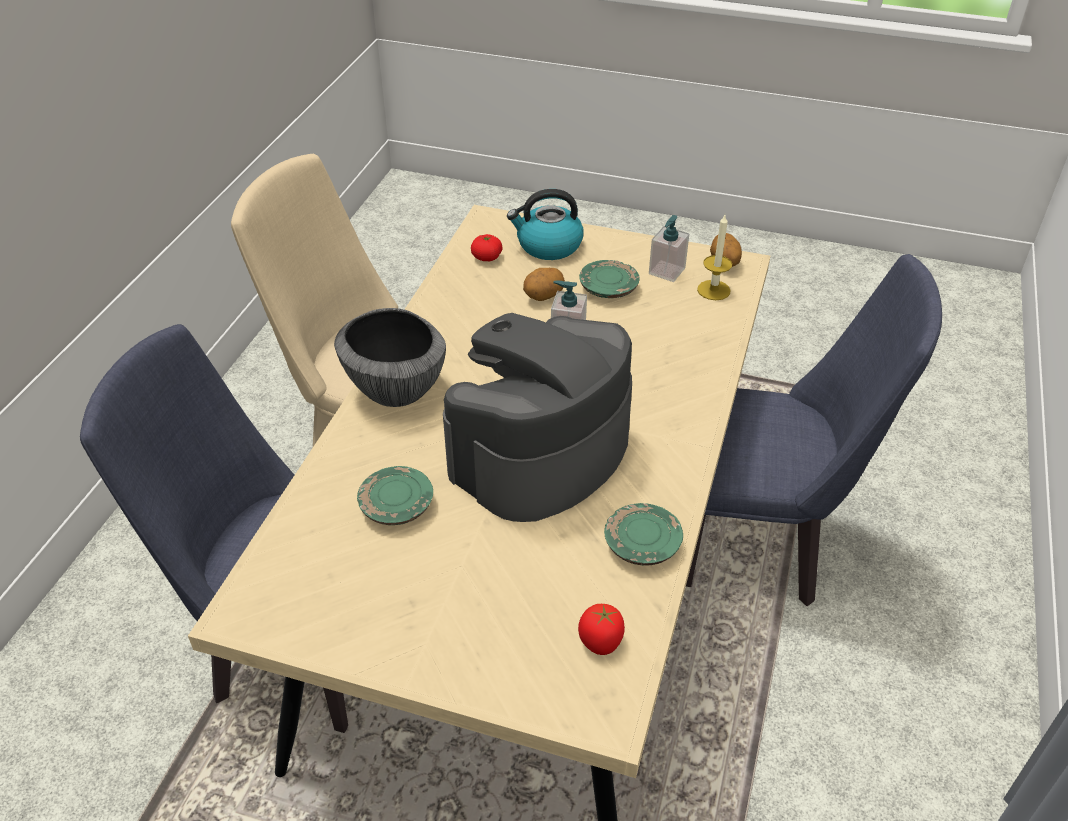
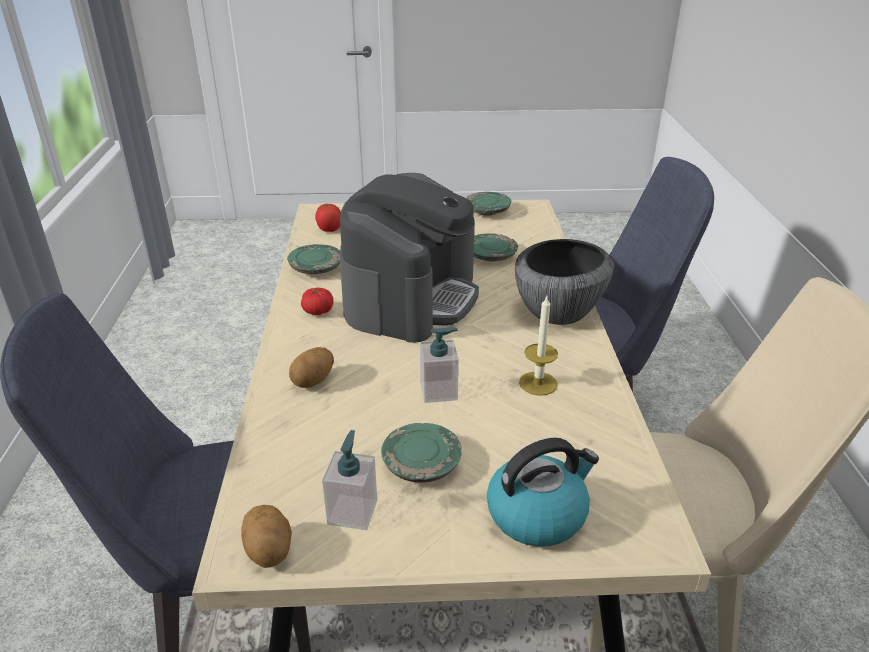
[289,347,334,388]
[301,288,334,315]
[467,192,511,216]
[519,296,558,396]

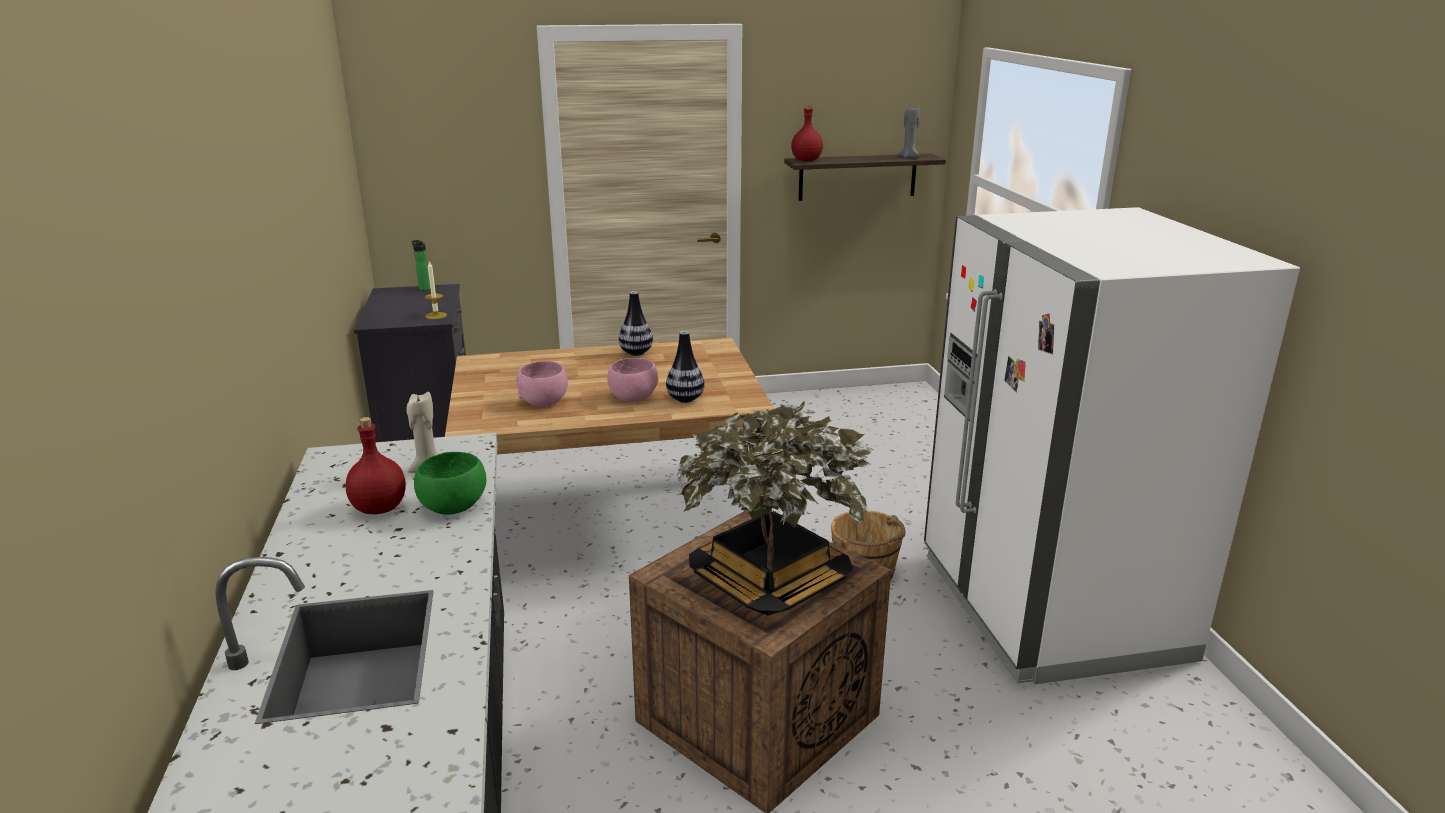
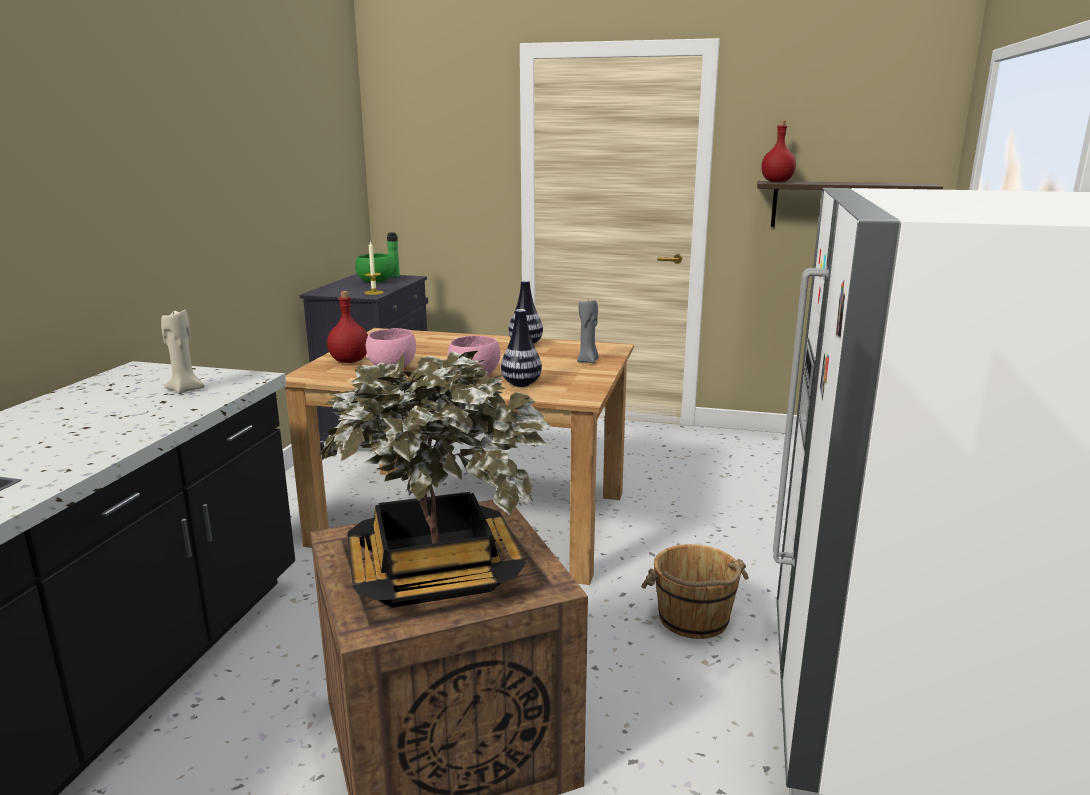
[327,291,368,363]
[355,253,394,283]
[577,297,599,363]

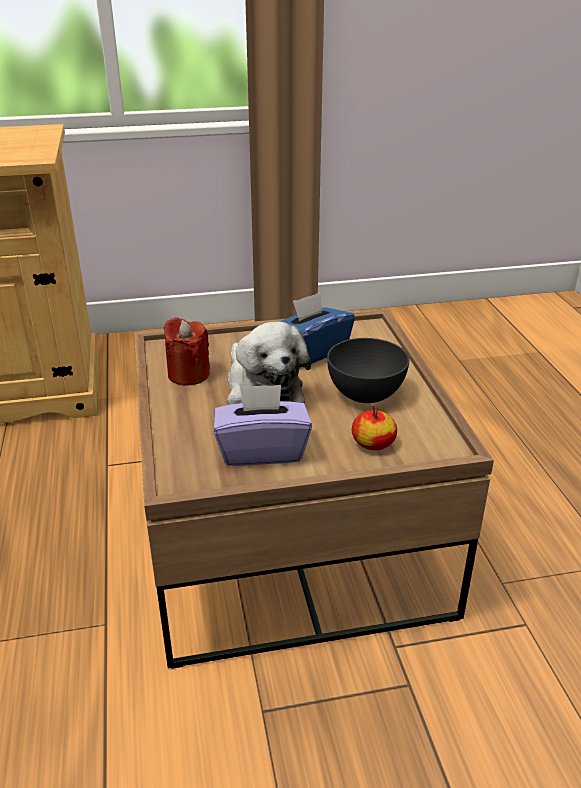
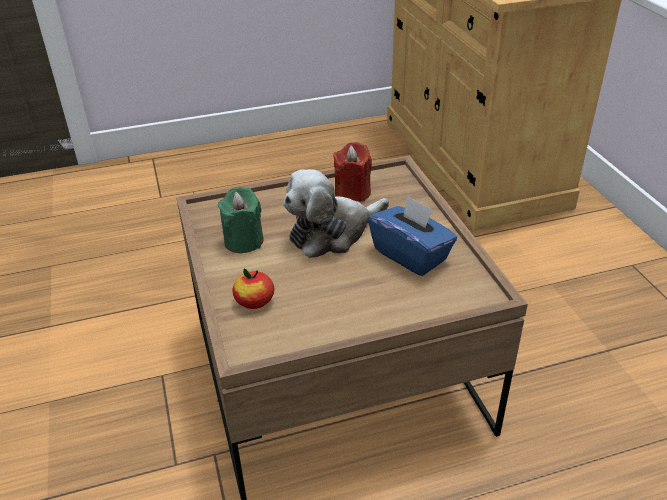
[218,186,264,253]
[327,338,409,403] (first image)

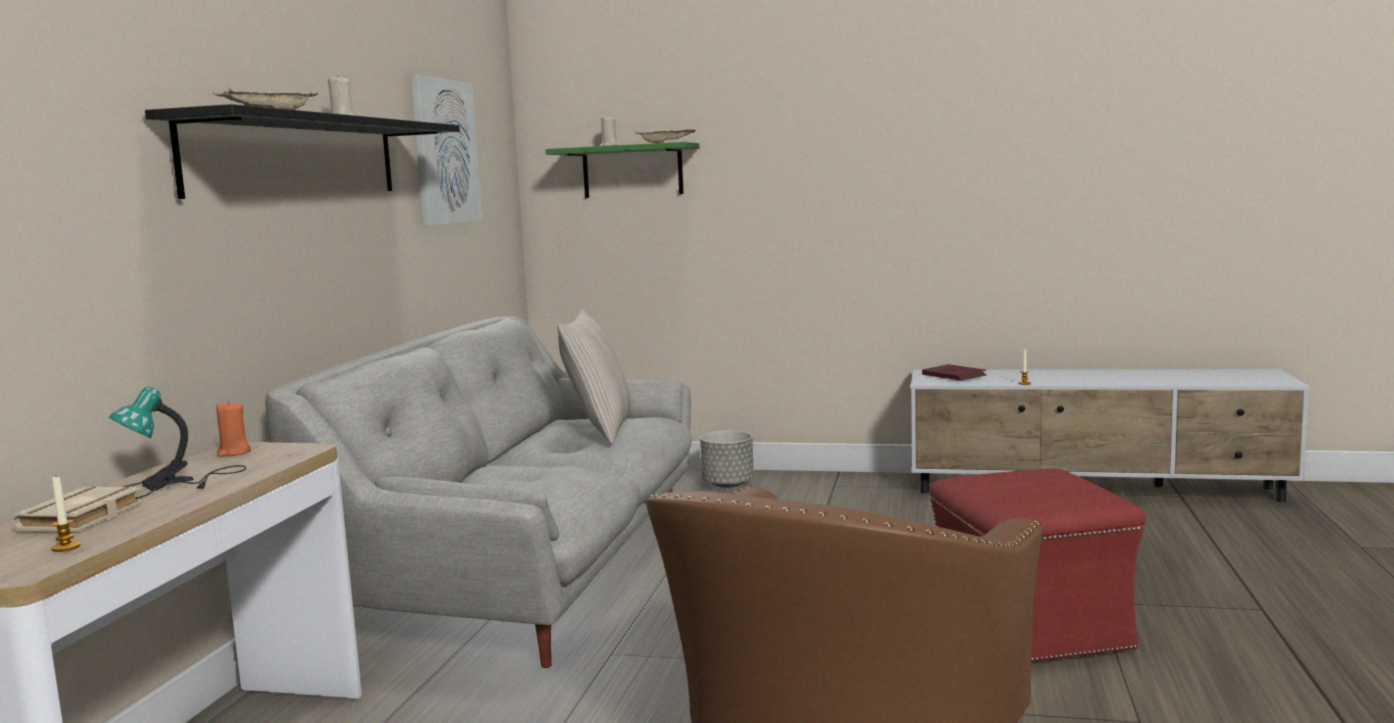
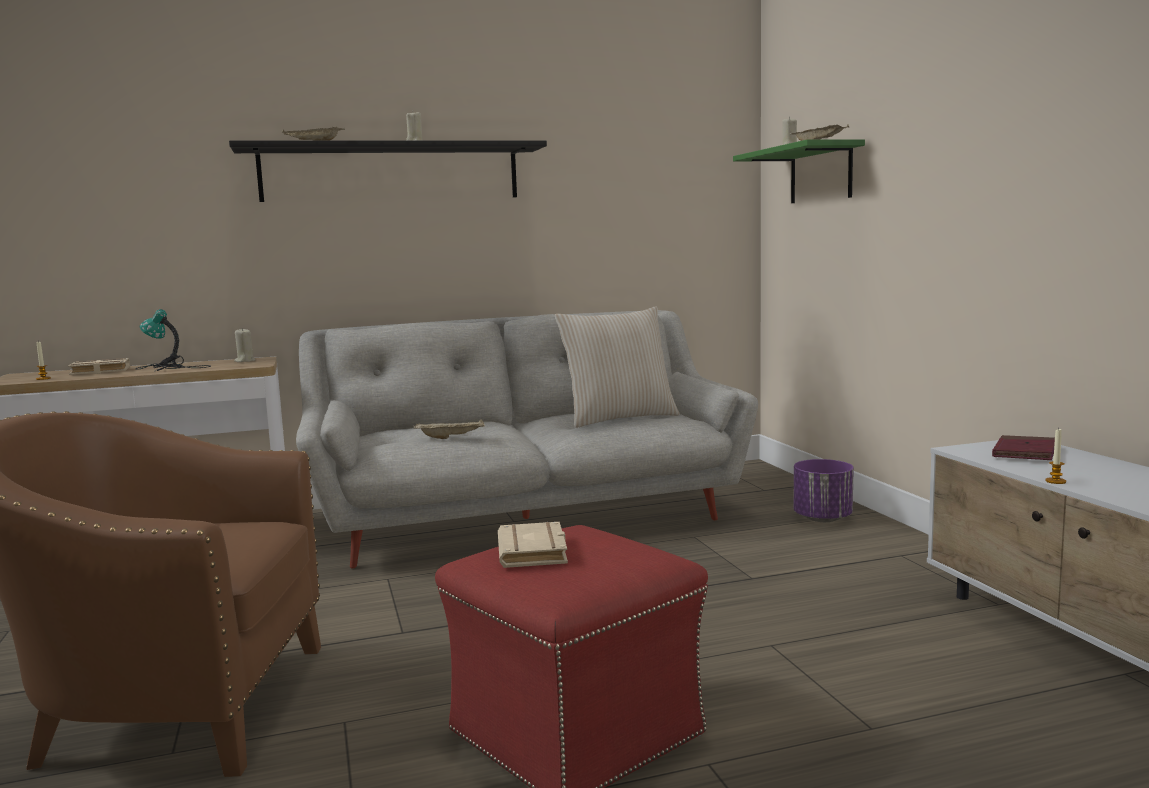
[234,328,256,362]
[414,419,485,439]
[498,522,568,568]
[794,459,854,522]
[411,74,482,226] (first image)

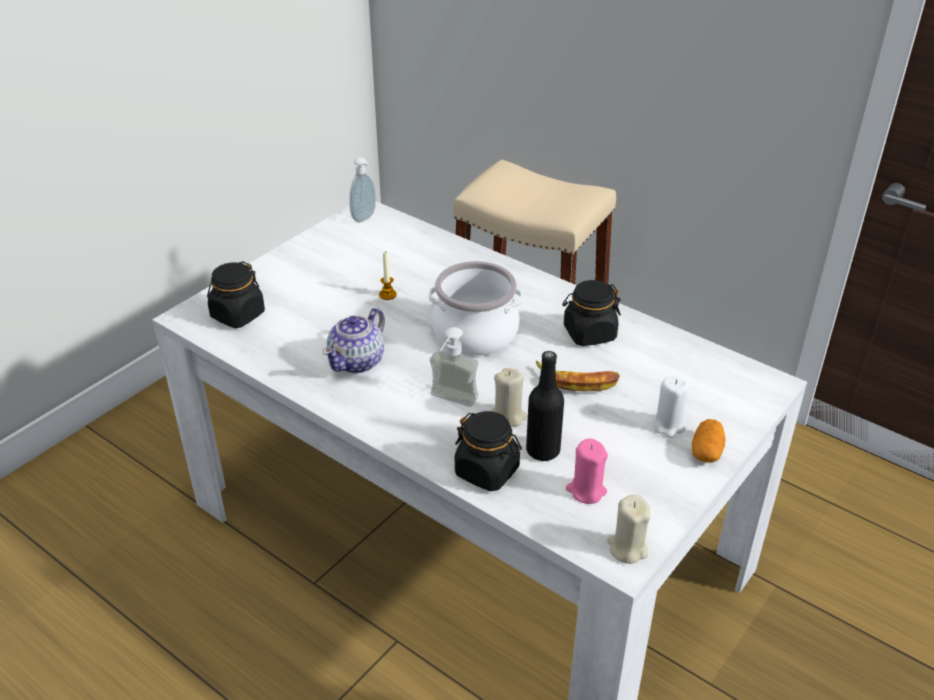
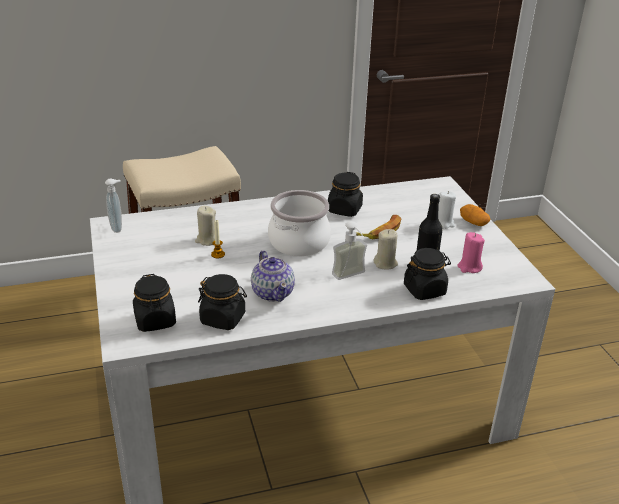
[195,206,216,246]
[198,274,247,330]

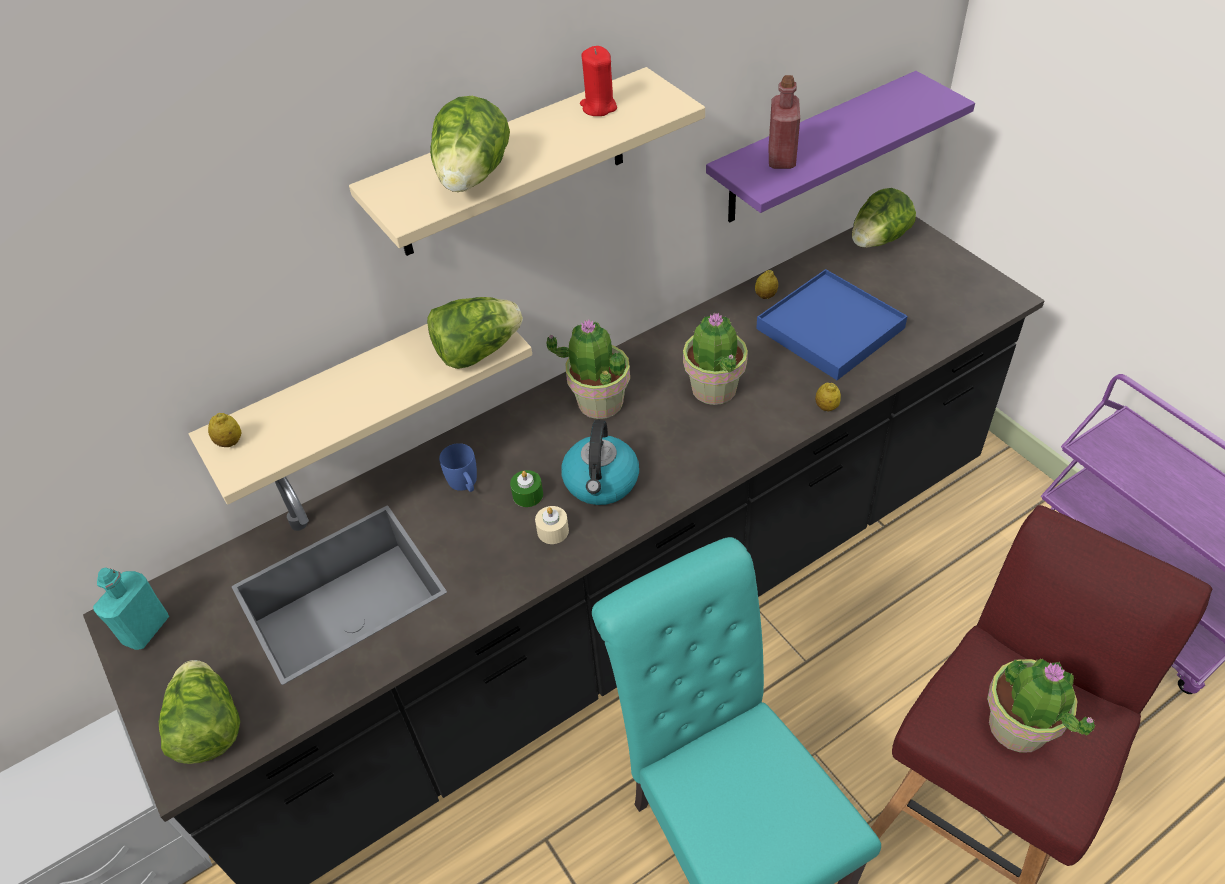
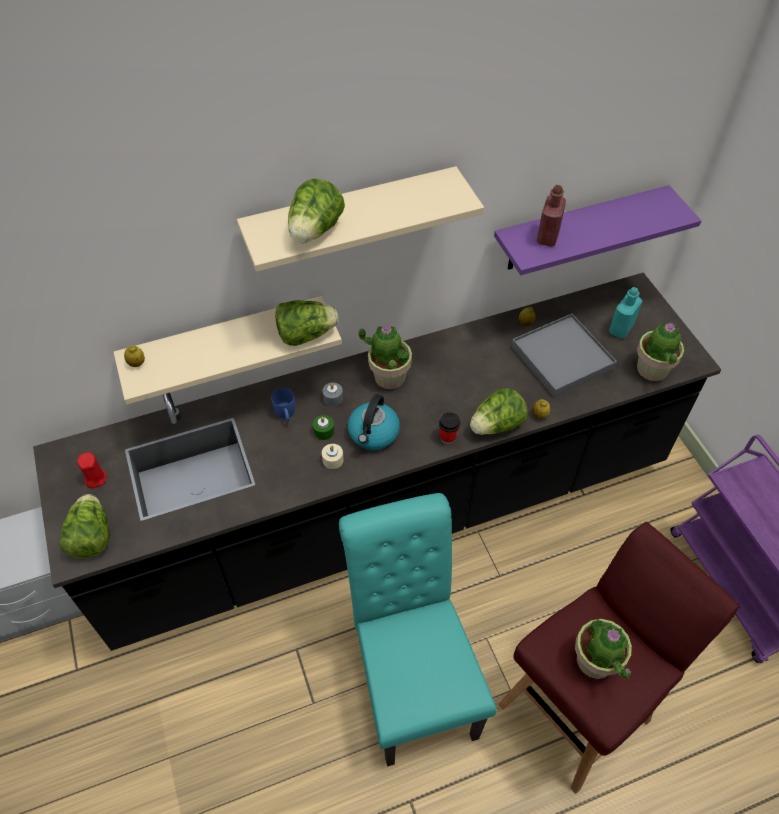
[77,452,107,488]
[322,382,343,406]
[439,412,460,444]
[470,388,528,435]
[511,314,617,397]
[609,287,643,338]
[637,323,684,381]

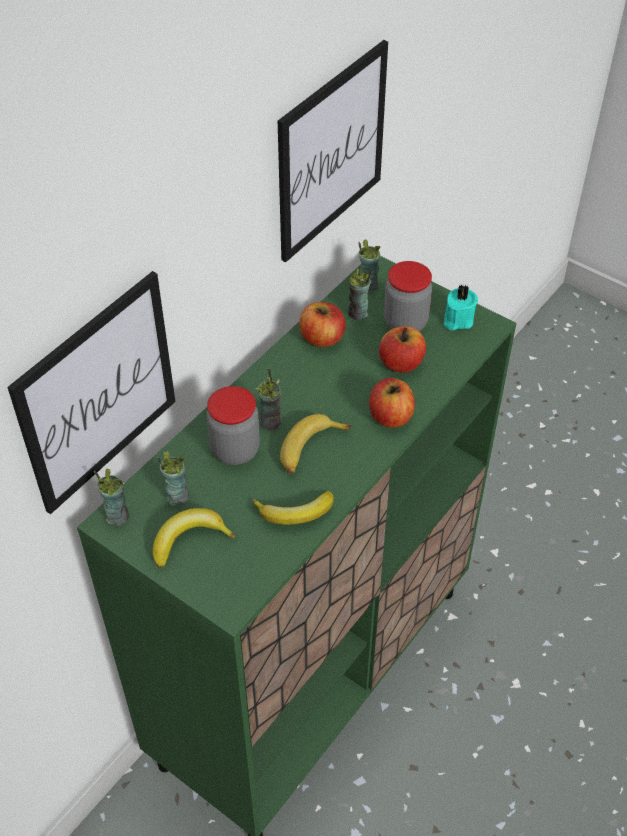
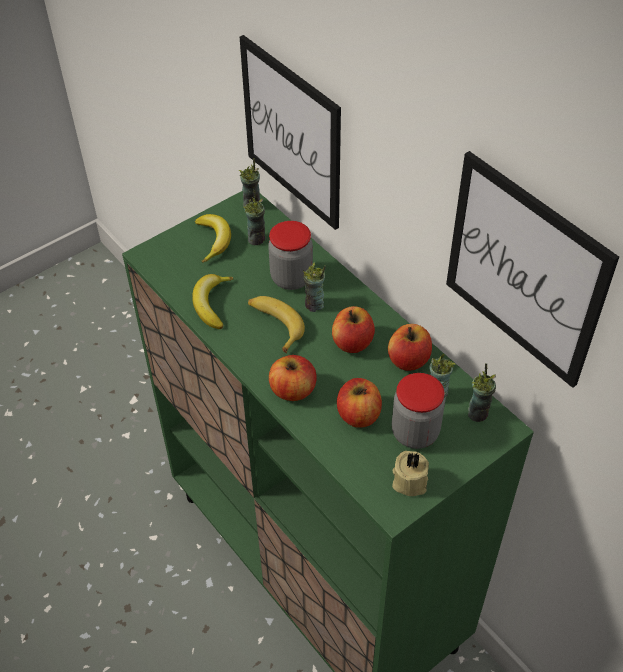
[332,306,375,353]
[392,451,429,496]

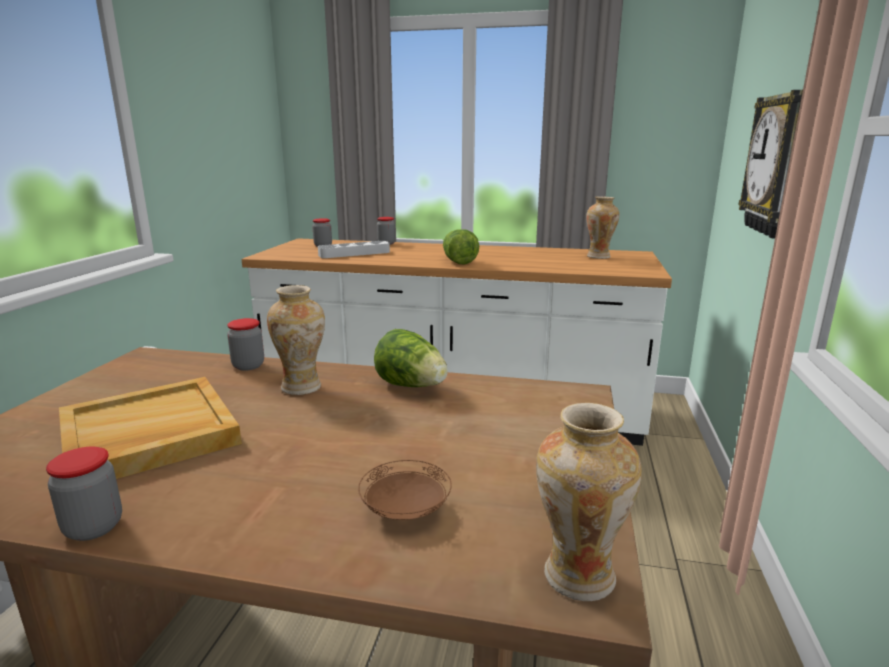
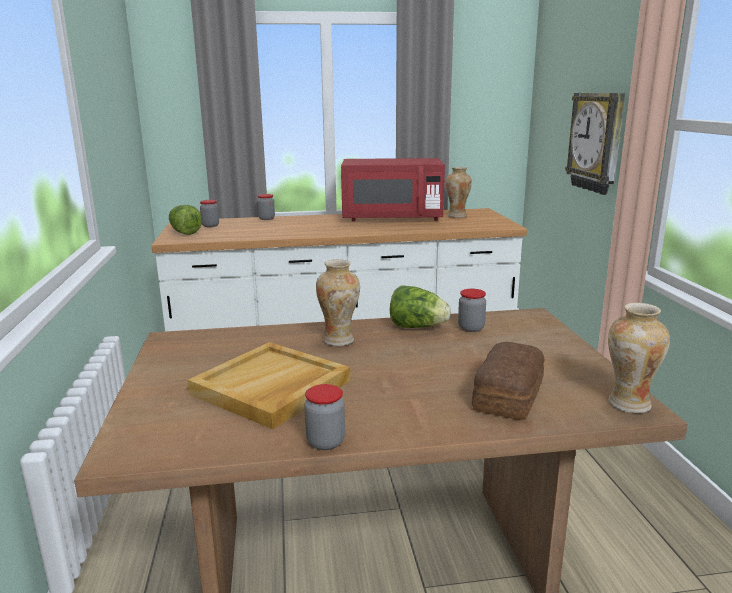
[169,205,202,235]
[341,158,445,221]
[458,289,486,332]
[472,342,545,420]
[318,241,390,258] (first image)

